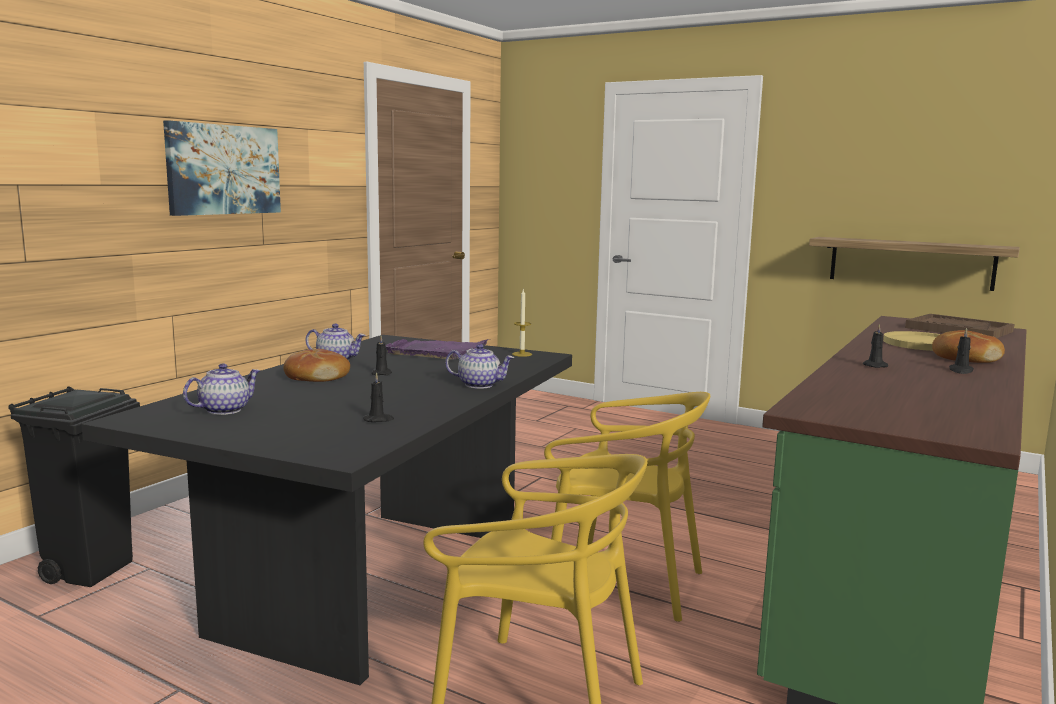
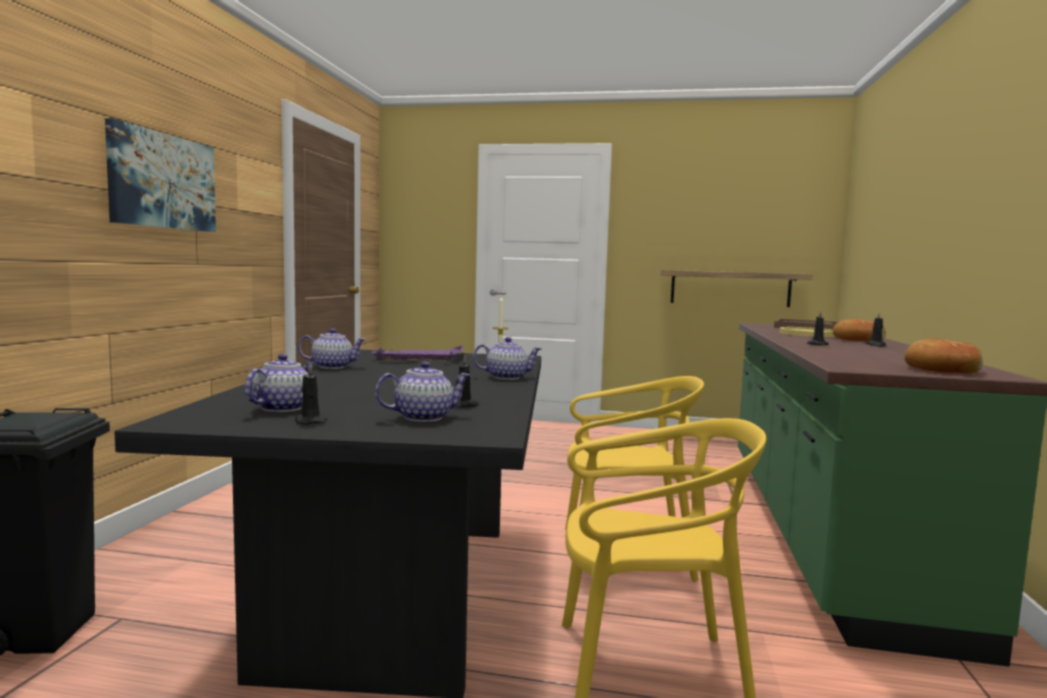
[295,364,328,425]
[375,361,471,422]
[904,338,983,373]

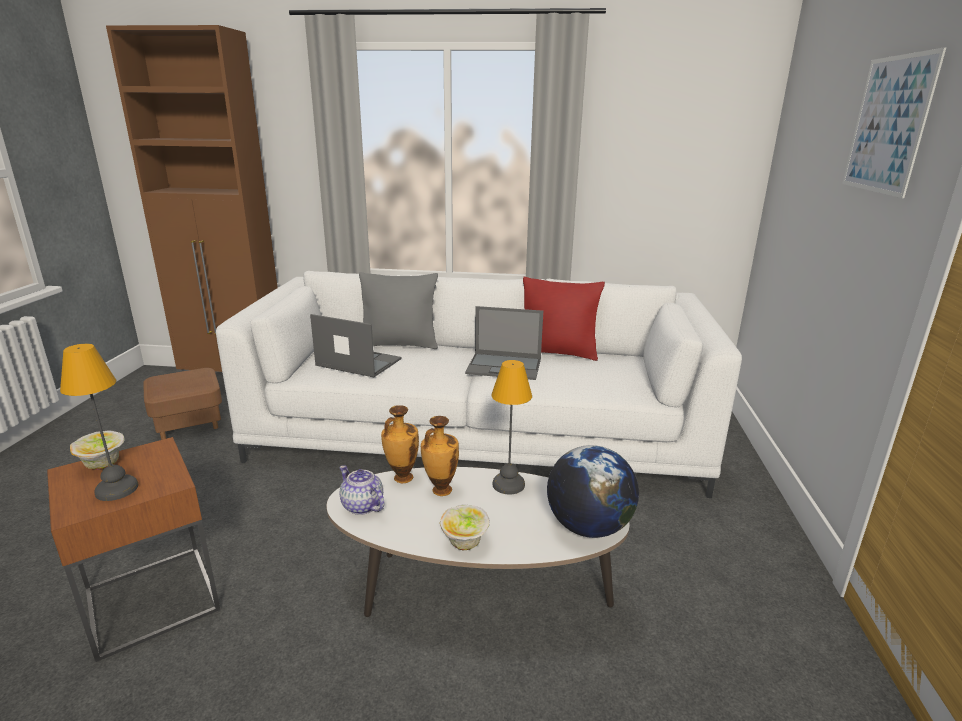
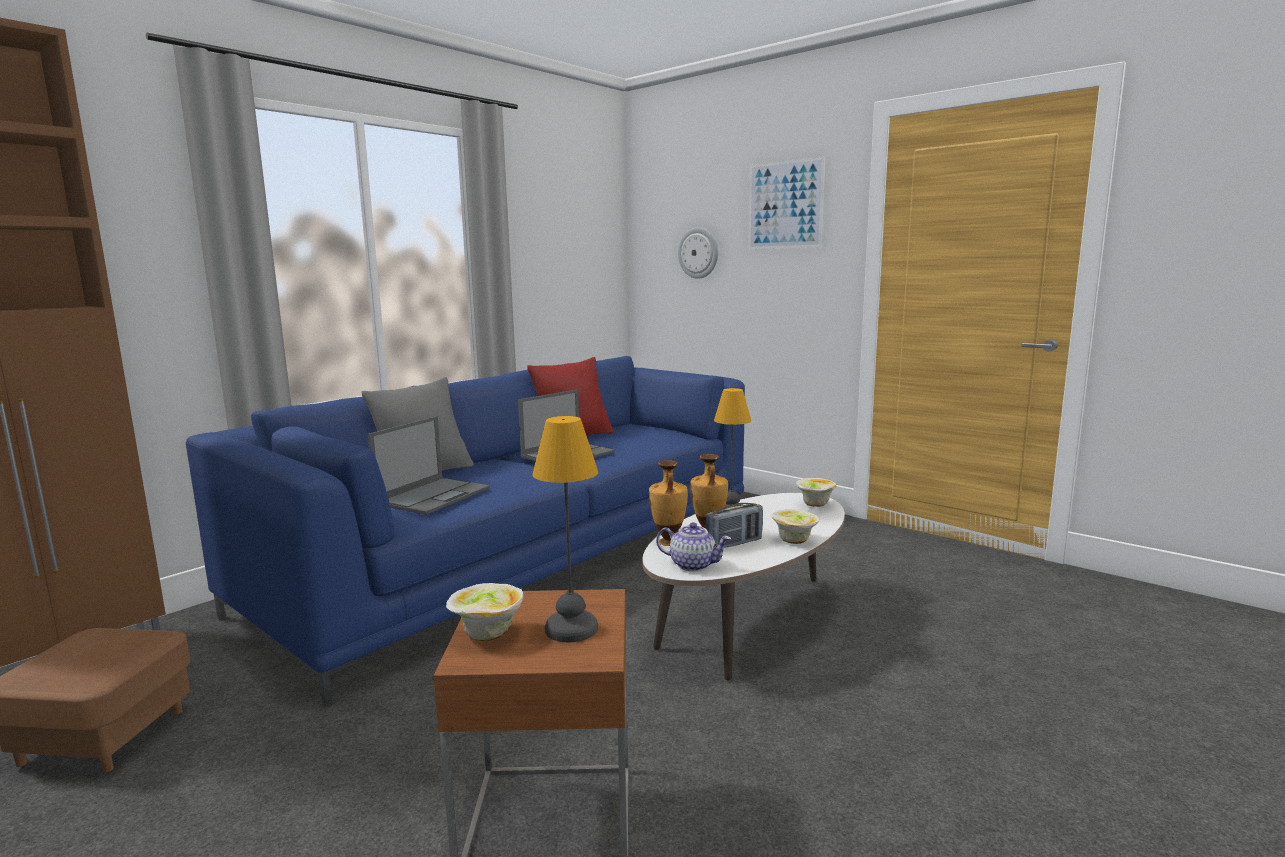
[186,356,745,706]
[368,416,490,515]
[656,522,731,571]
[678,227,718,279]
[705,503,763,548]
[796,478,837,507]

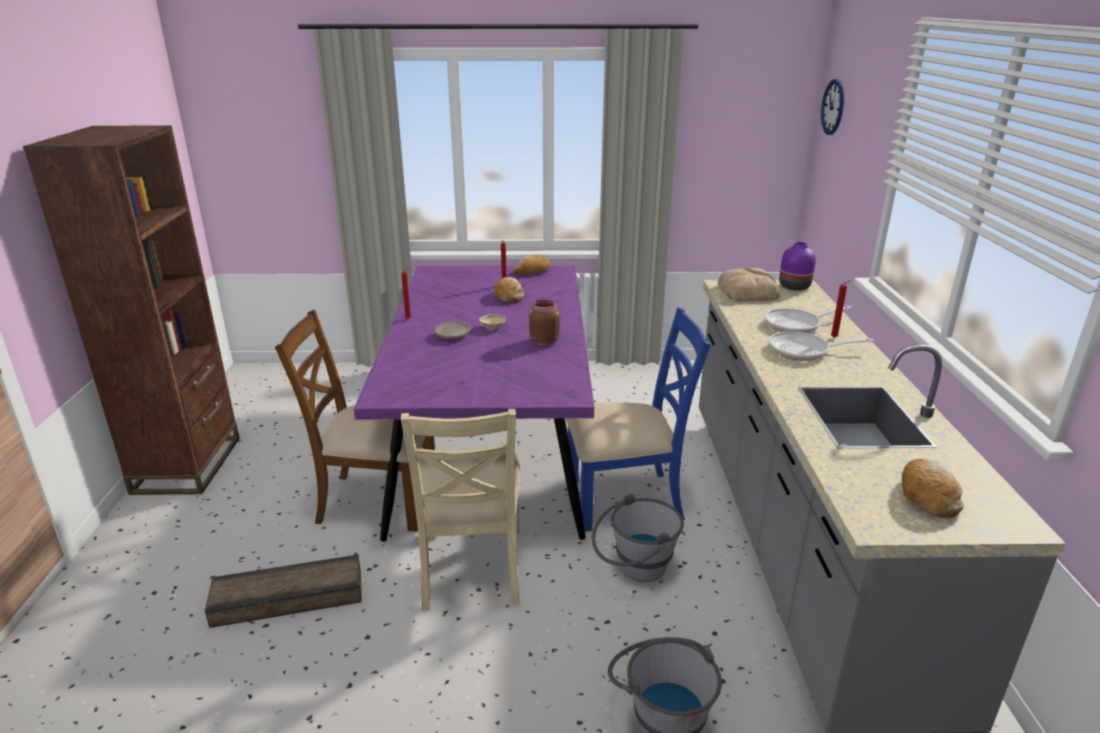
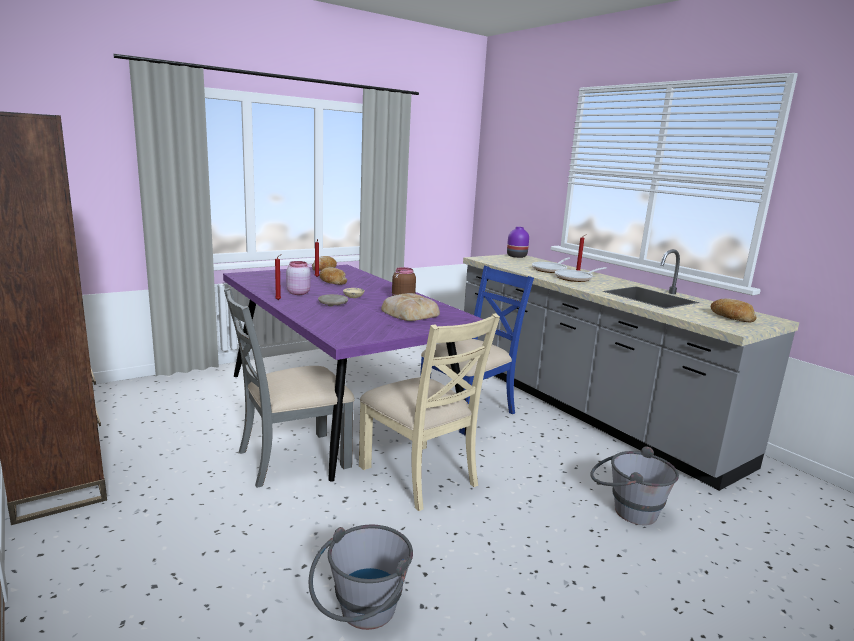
[224,287,355,488]
[286,261,310,295]
[309,525,413,630]
[381,293,440,321]
[205,554,362,628] (first image)
[821,79,844,135] (first image)

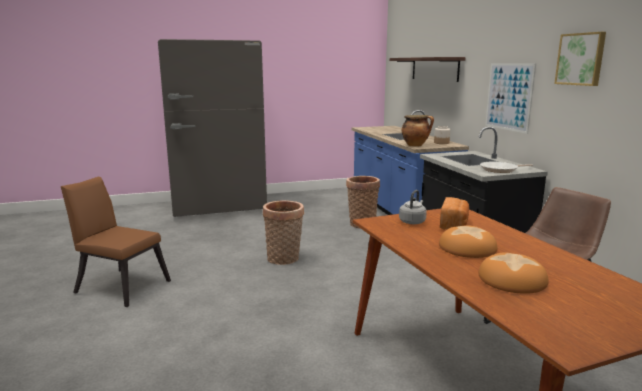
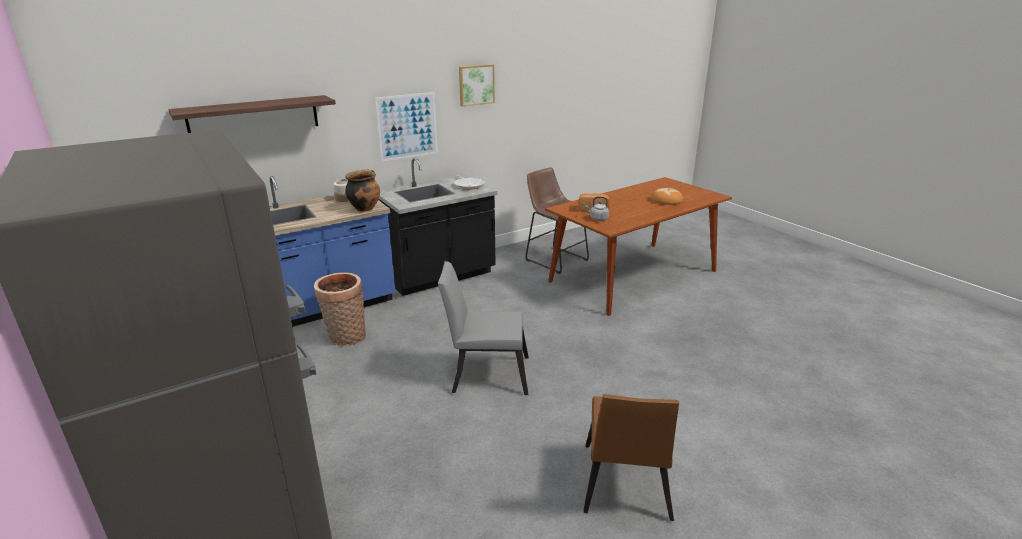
[438,261,529,395]
[439,225,497,258] (first image)

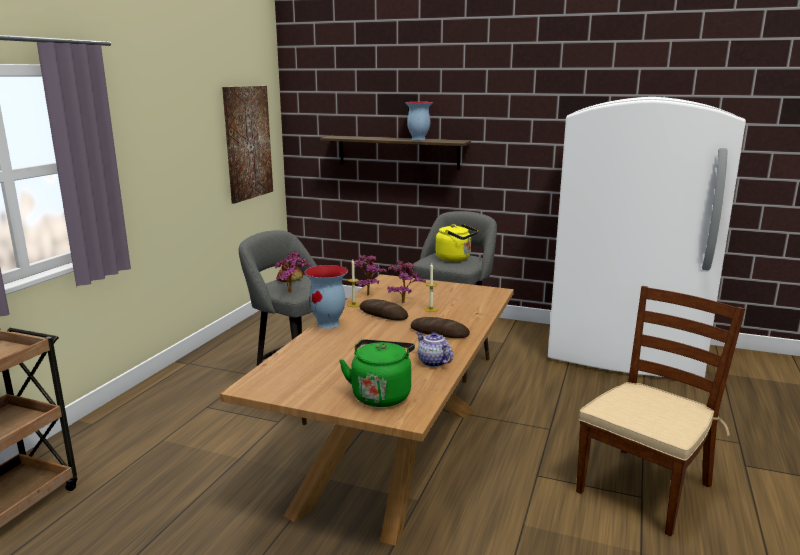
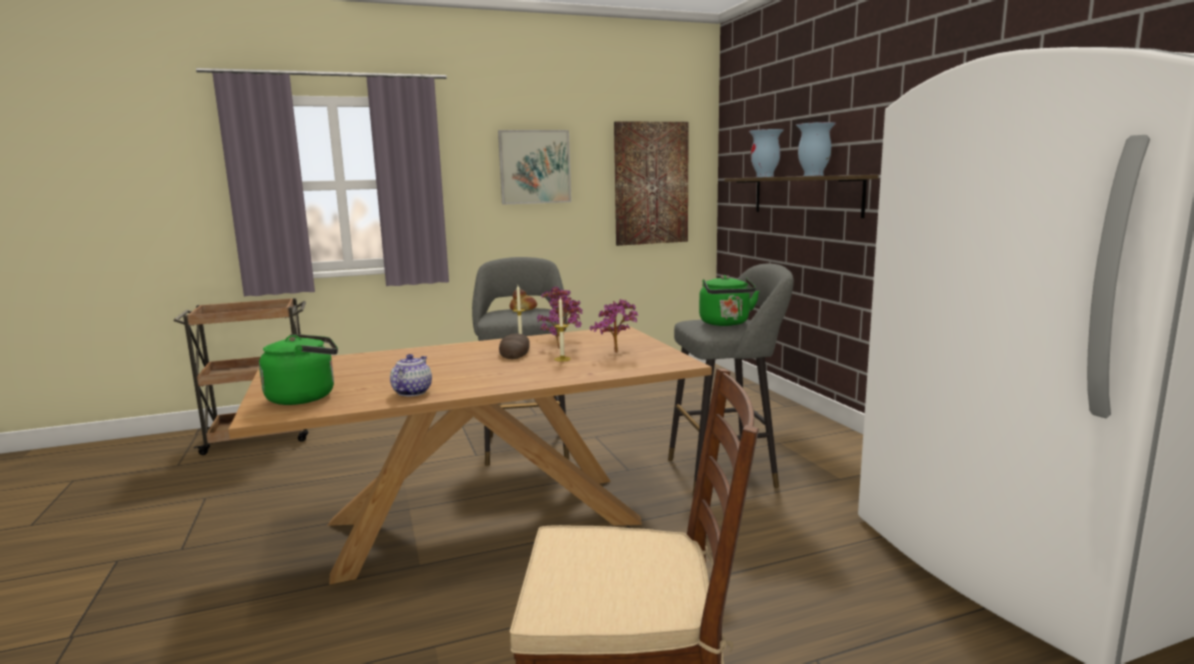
[498,130,571,205]
[590,299,638,353]
[699,275,759,326]
[749,129,784,177]
[411,317,470,338] (first image)

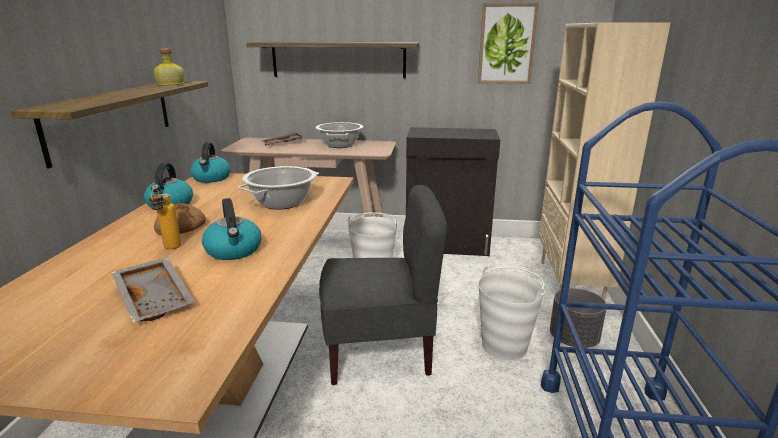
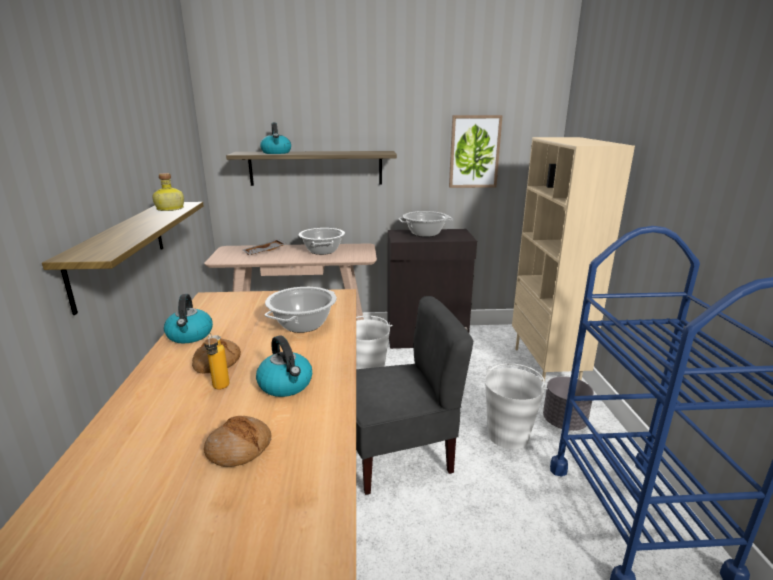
[204,416,271,467]
[260,122,291,154]
[398,211,453,237]

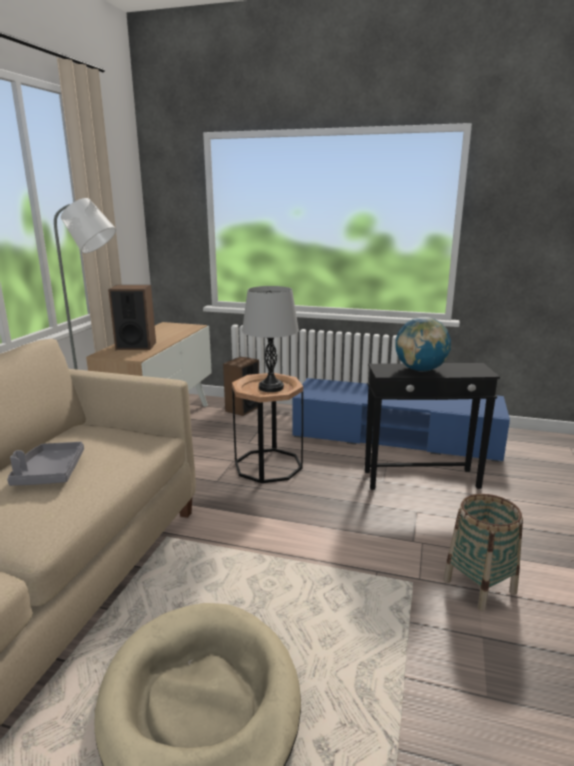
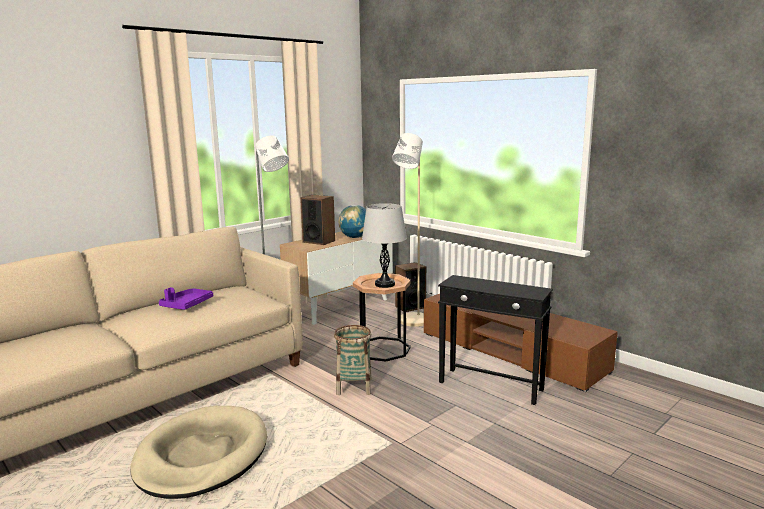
[159,287,213,310]
[334,325,372,395]
[338,205,366,238]
[392,133,424,327]
[424,294,618,392]

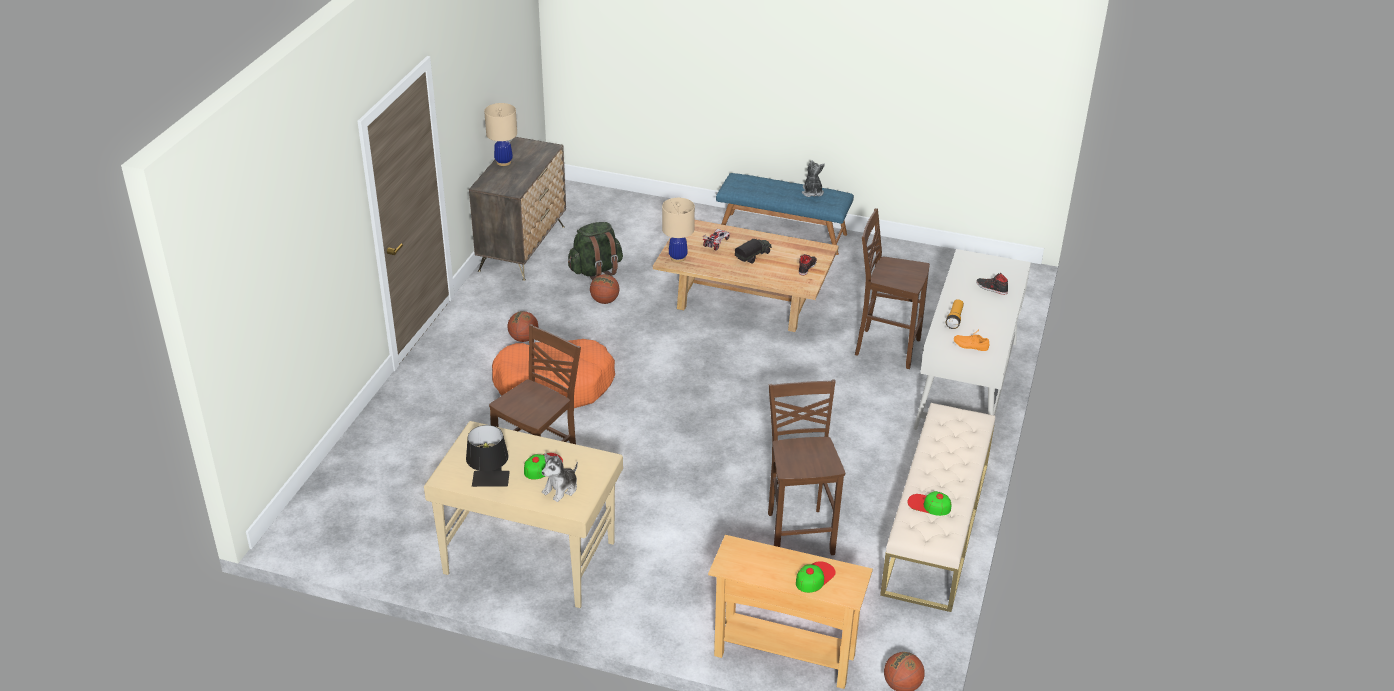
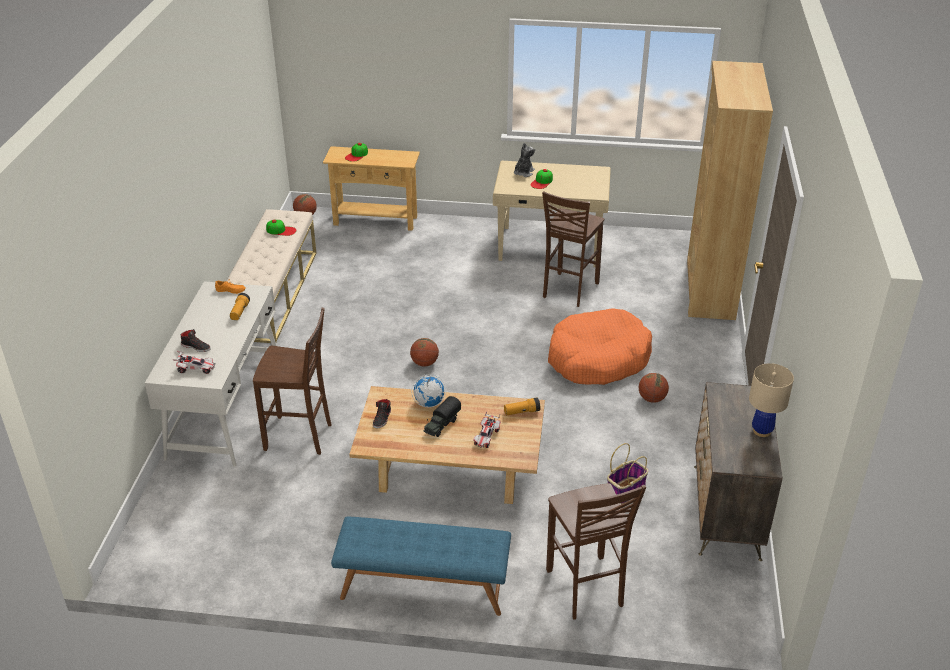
[173,351,216,374]
[410,338,439,367]
[411,374,446,407]
[504,398,541,415]
[546,483,646,619]
[607,443,649,504]
[687,61,773,320]
[466,425,510,487] (first image)
[802,160,825,197] (first image)

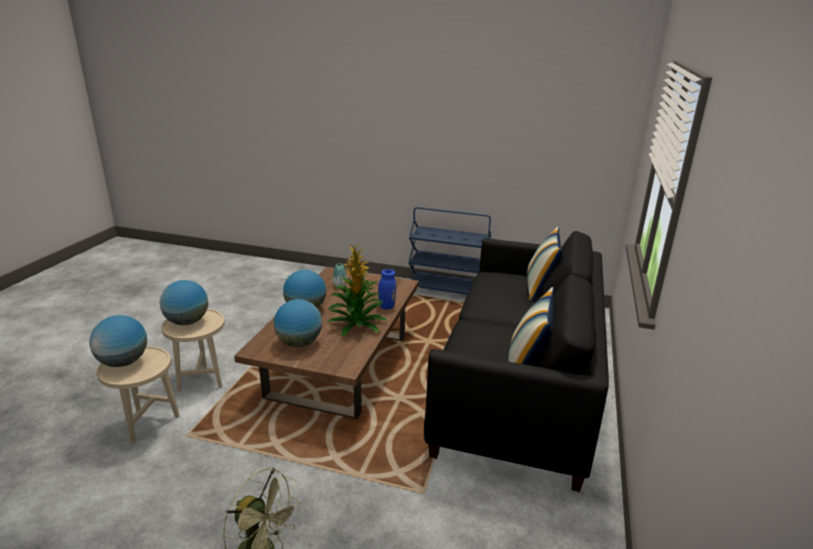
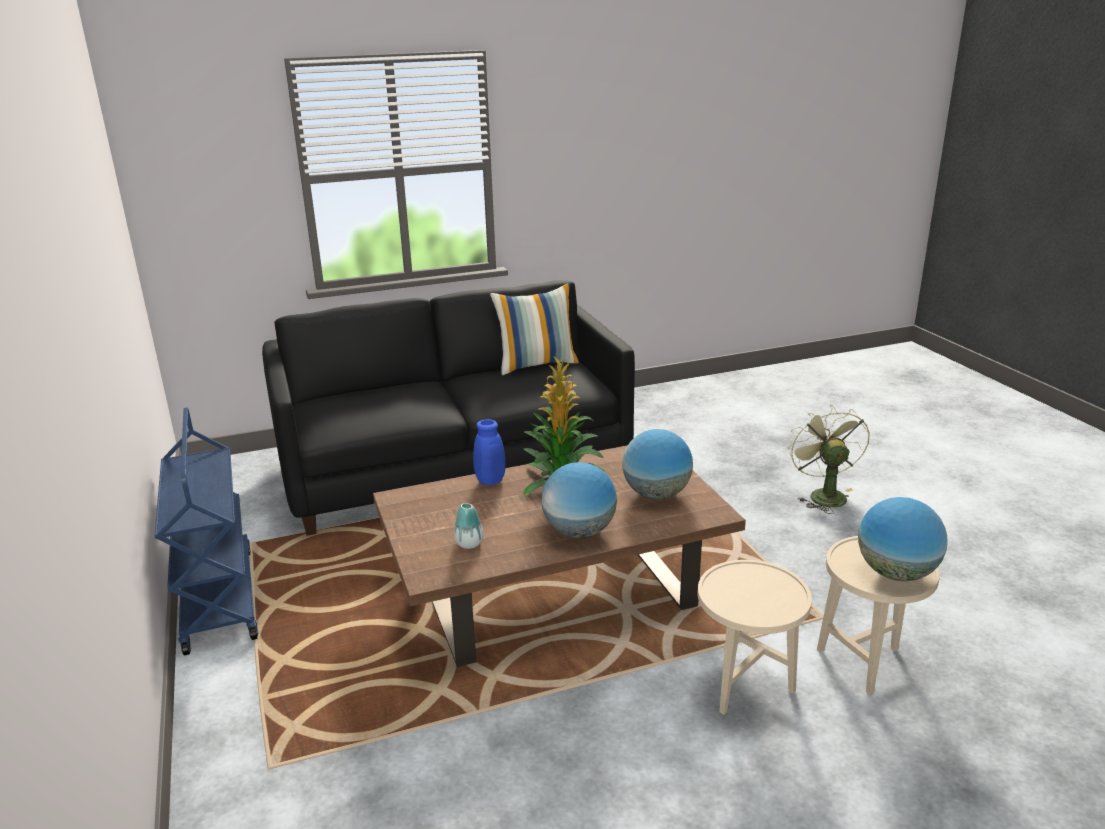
[160,280,208,325] (first image)
[527,227,562,303] (first image)

